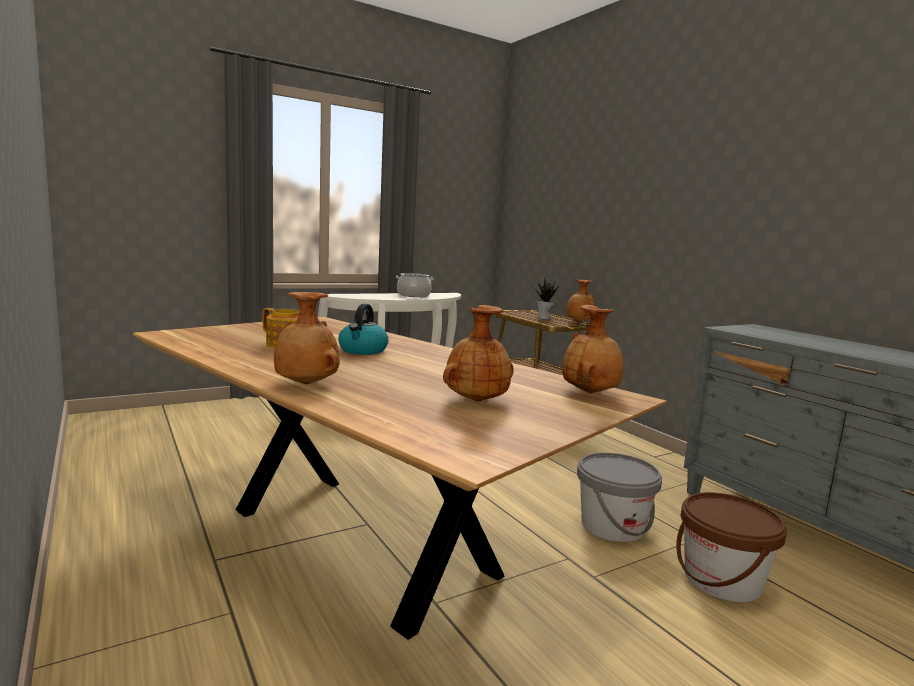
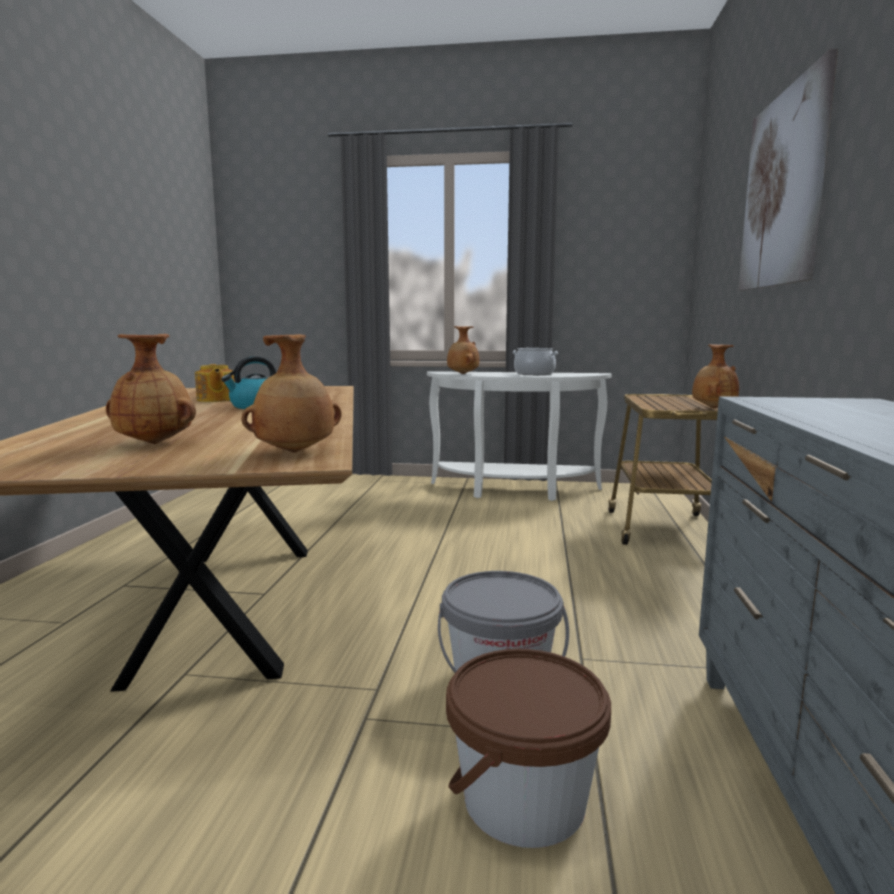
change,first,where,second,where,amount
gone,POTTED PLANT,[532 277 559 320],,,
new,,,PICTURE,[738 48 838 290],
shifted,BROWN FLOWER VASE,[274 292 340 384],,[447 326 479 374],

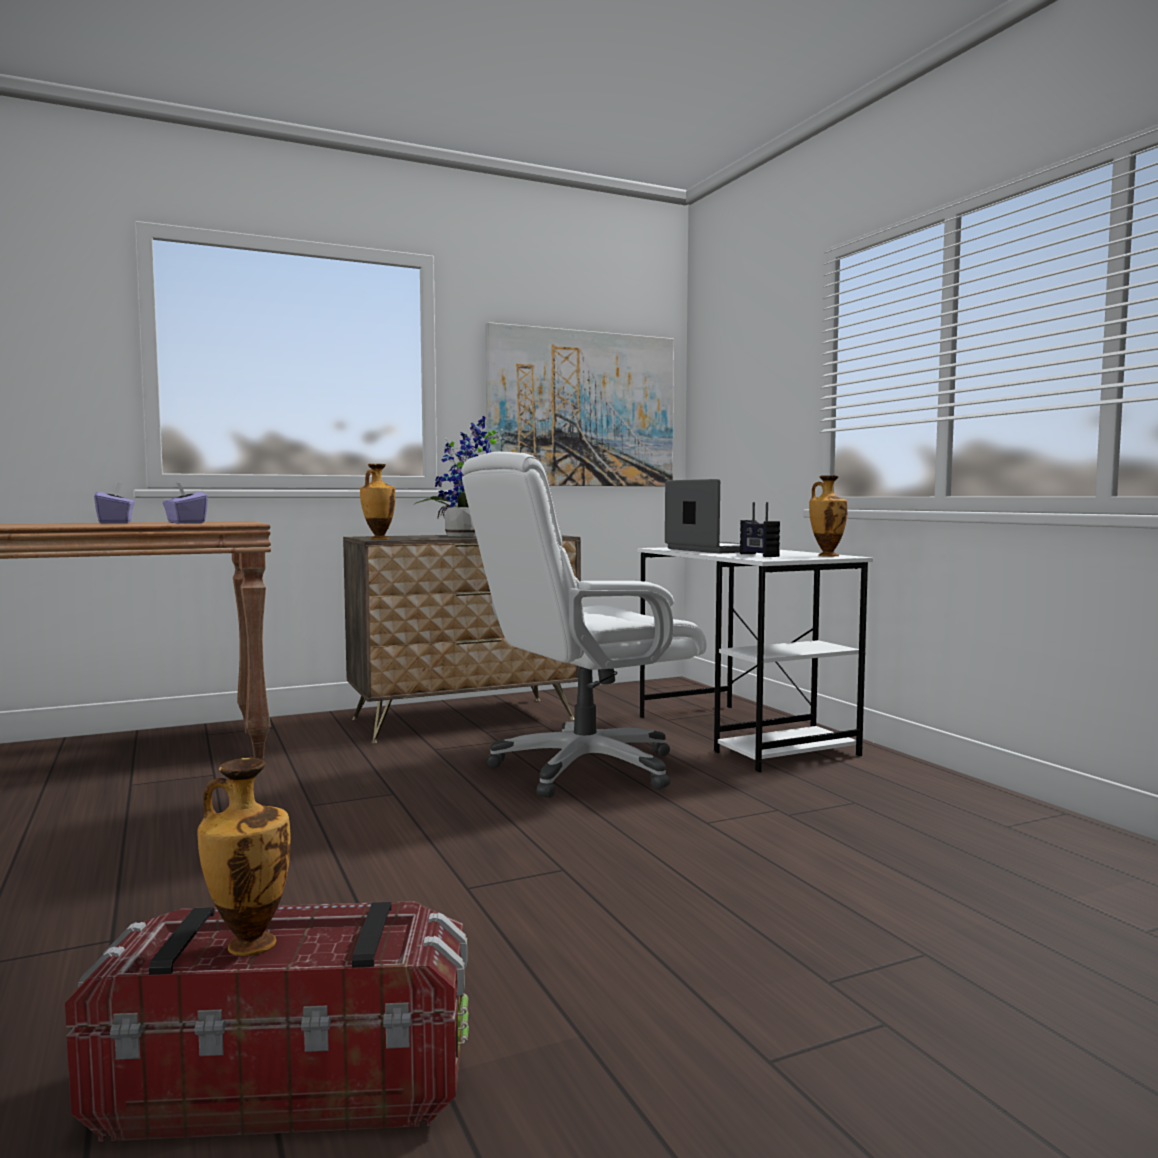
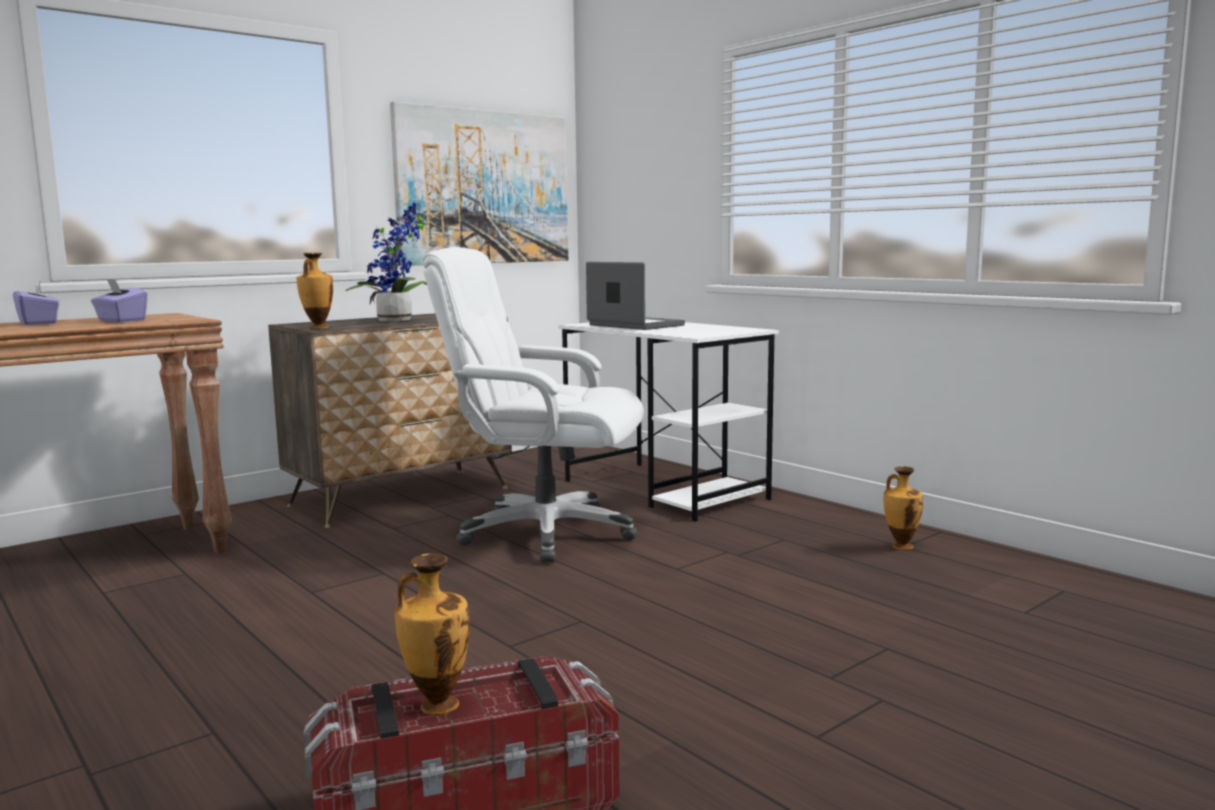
change,first,where,second,where,amount
gone,RADIO RECEIVER,[740 502 780 557],,,
shifted,FLOWER VASE,[809 475 848 556],,[884 466 923 550],
rotated,WHITISH OFFICE CHAIR,[461 452 706 798],,[423 247 644 563],60 degrees clockwise

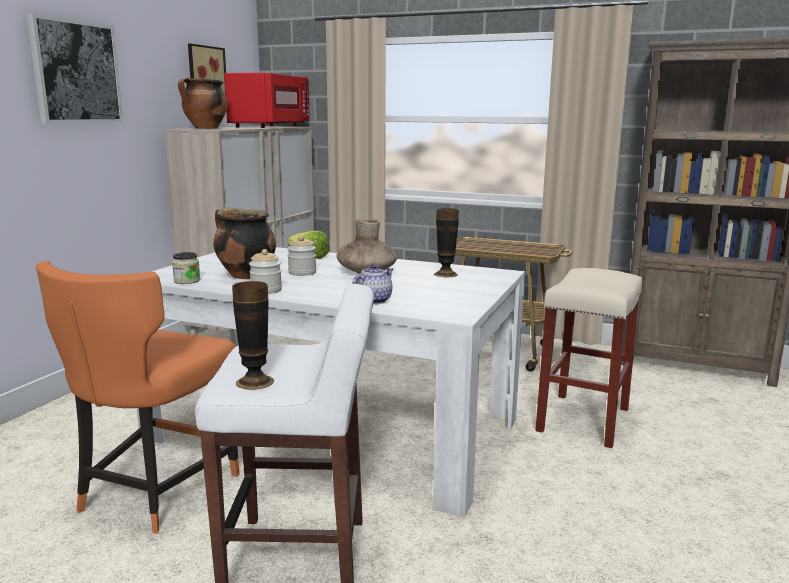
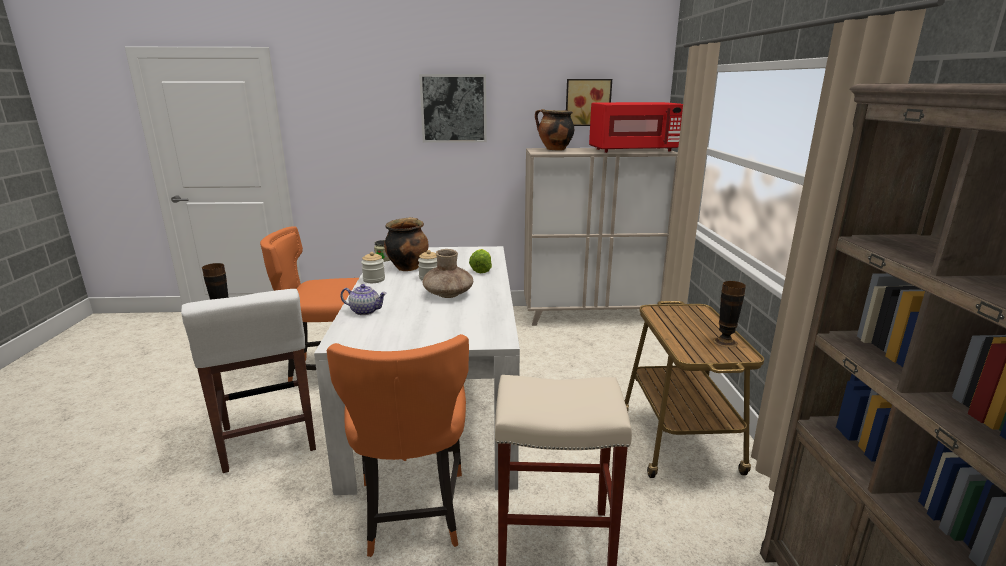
change,first,where,second,where,amount
new,,,ORANGE CHAIR,[327 334 469 557],
shifted,FLOWER VASE,[434 208 459 277],,[713 281 746 348],

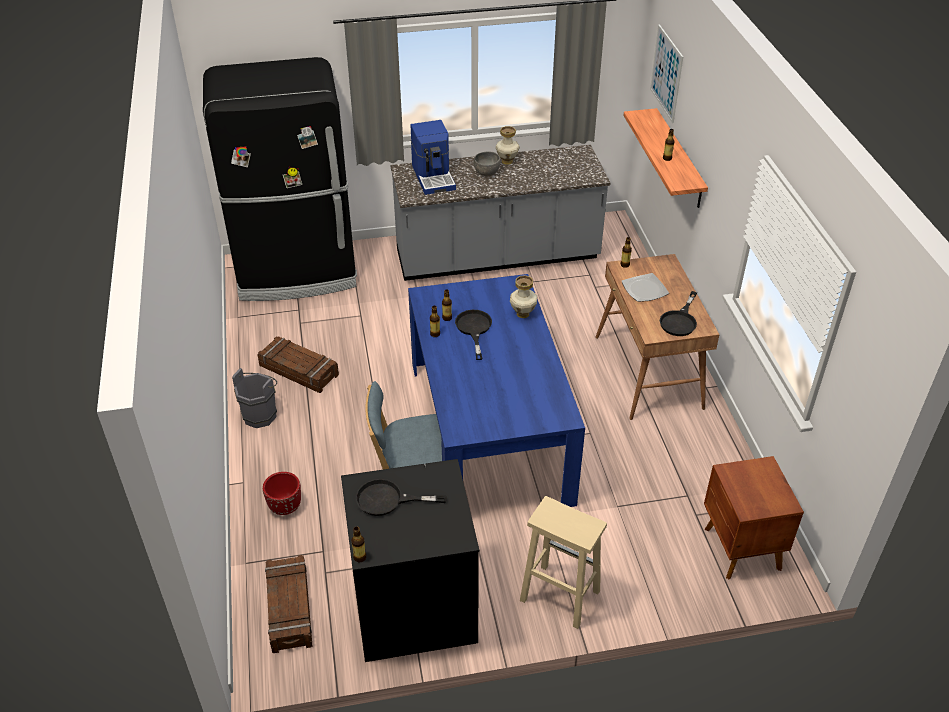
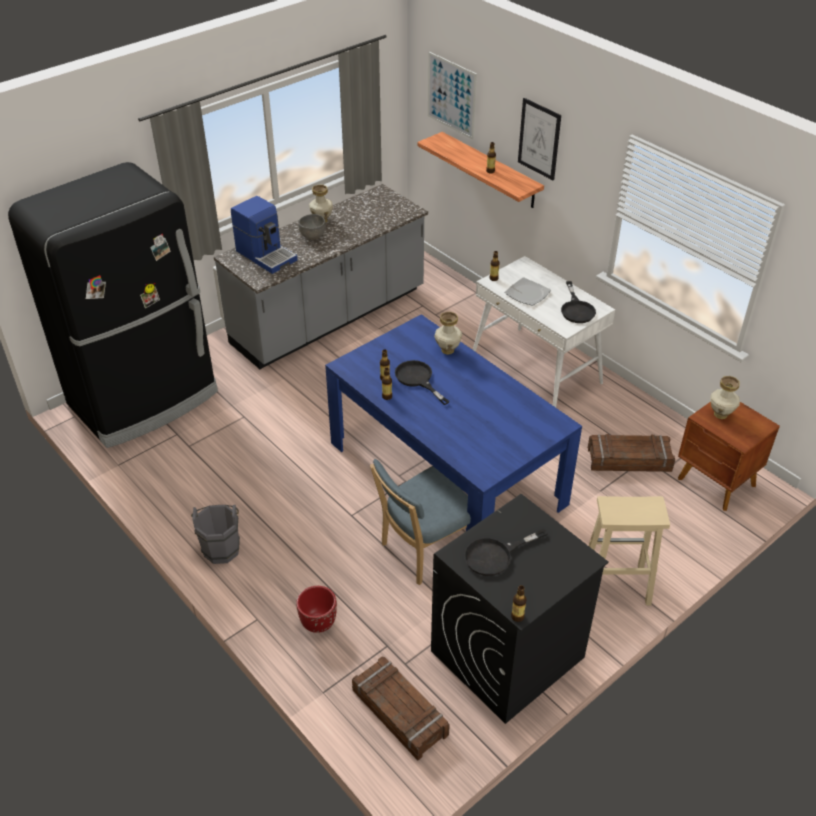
change,first,where,second,where,amount
new,,,PICTURE,[518 98 561 180],
new,,,FLOWER VASE,[711 376 740 419],
shifted,PACKING CRATE,[257 336 339 393],,[588 434 675 472],
repainted,BROWN DESK,[595 254 720 420],WHITISH DESK,[473 256 615 407],

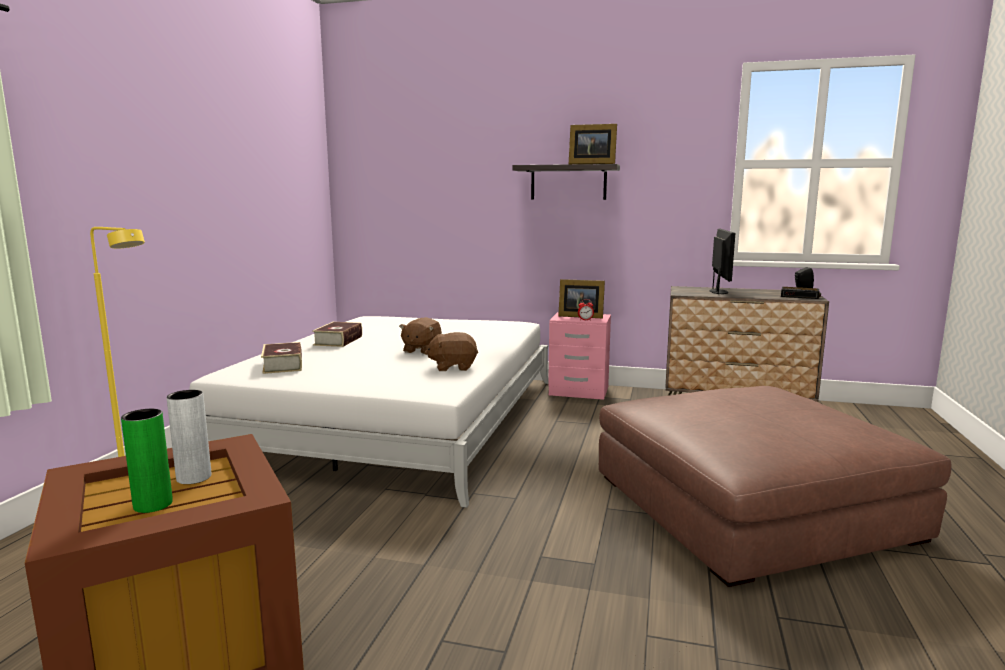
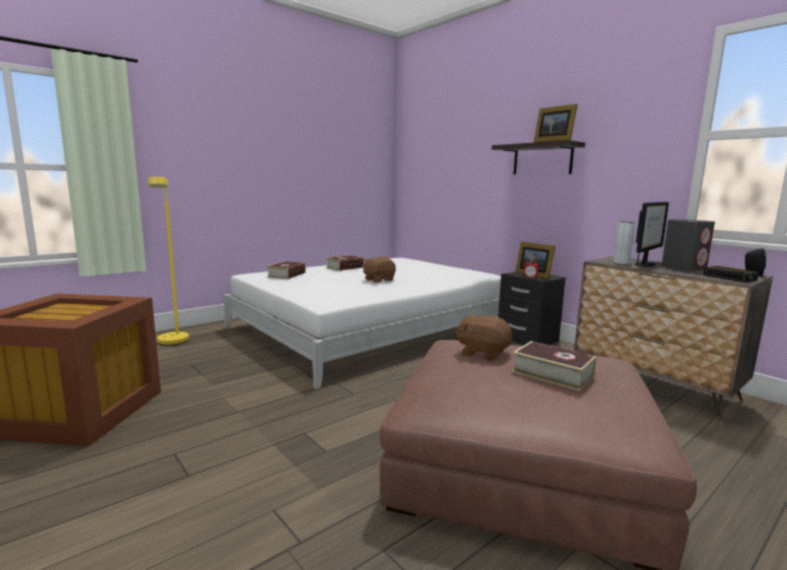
change,first,where,second,where,amount
gone,GREEN-COLOURED FLOWER VASE,[121 409 173 513],,,
new,,,BOUND BOOK,[512 341 596 391],
new,,,GREY LOUDSPEAKER,[662 219 715 271],
shifted,GREY FLOWER VASE,[167 390 211 484],,[613 221 635 264],
shifted,BROWN CUDDLY TOY,[424 332 478 371],,[455 315 512 361],
repainted,PINK BEDSIDE TABLE,[548 312 611 400],BLACK BEDSIDE TABLE,[498 272 566 345],

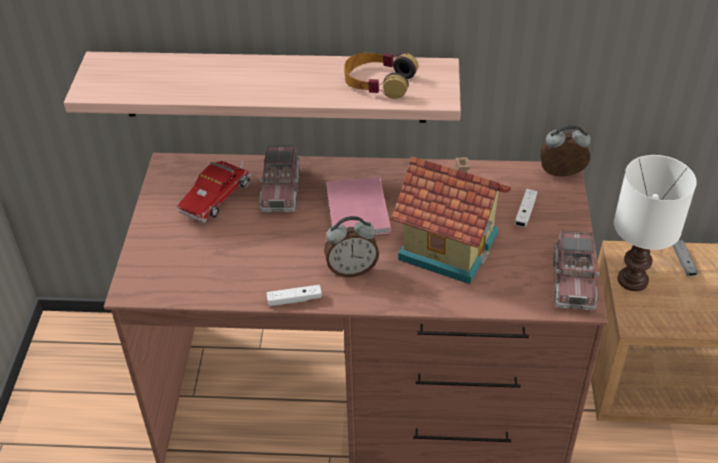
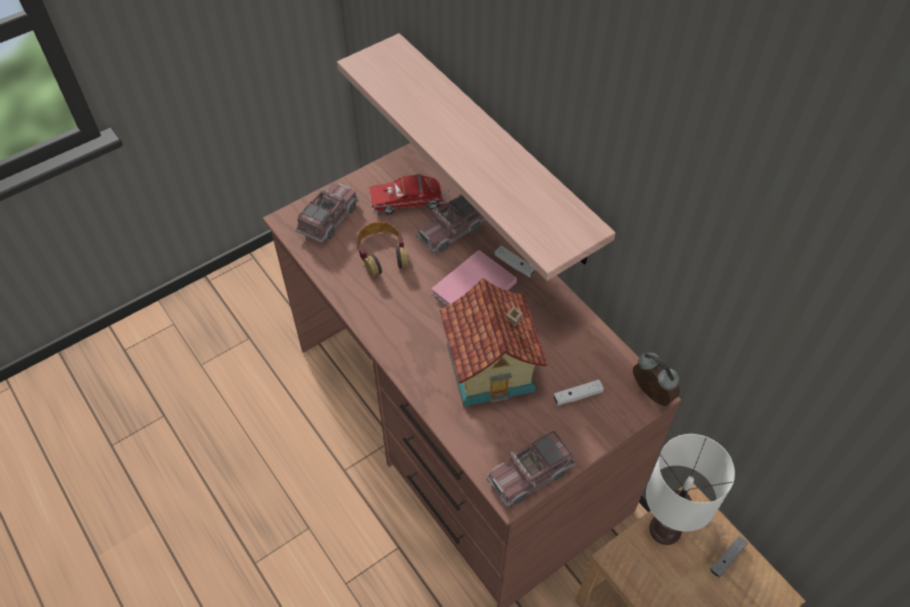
change,first,where,second,where,amount
gone,BEDSIDE CLOCK,[324 216 379 277],,,
new,,,MODEL TRUCK,[295 183 359 243],
shifted,WHITISH GAME CONTROLLER,[267 285 322 306],,[495 245 536 277],
shifted,PAIR OF HEADPHONES,[344 53 419 99],,[357 222 408 277],

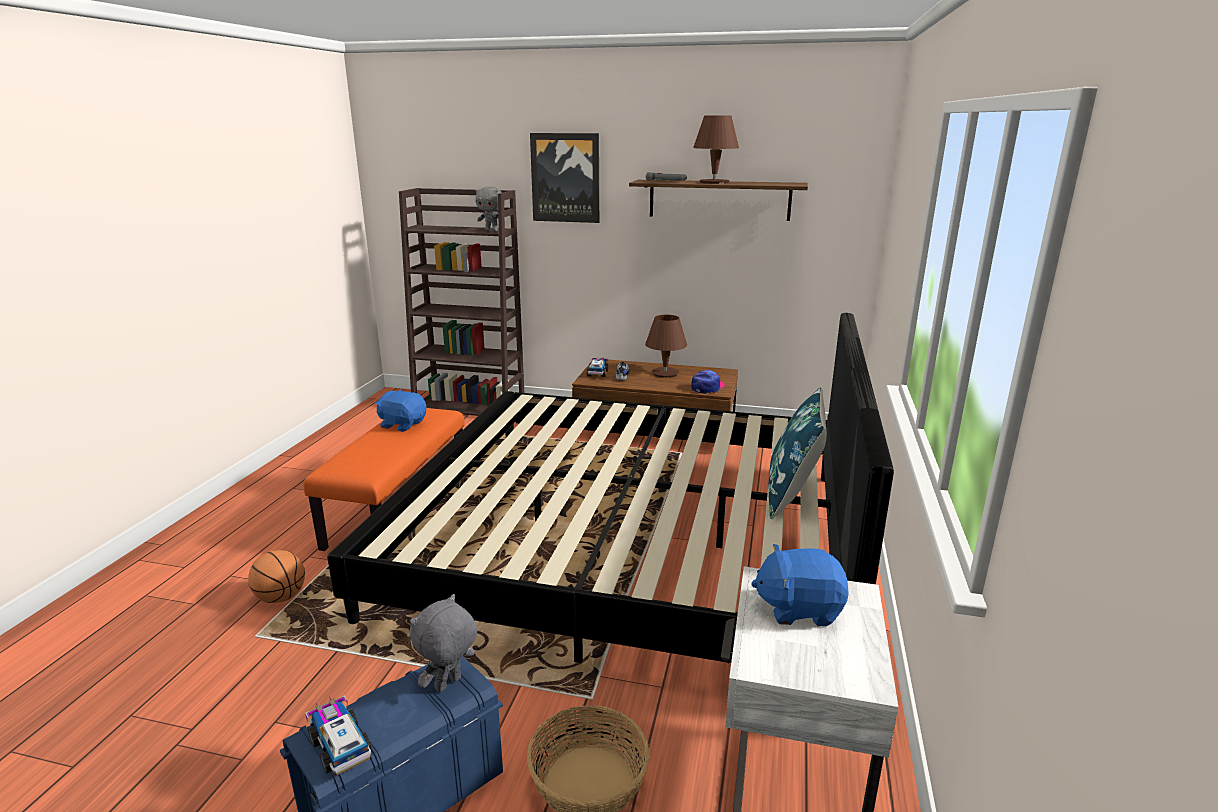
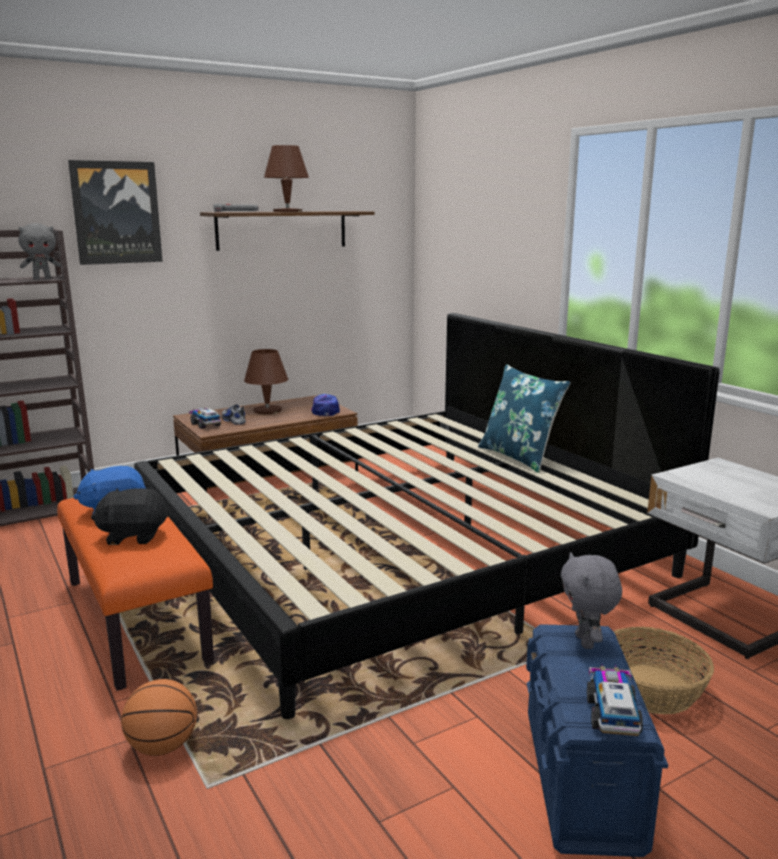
change,first,where,second,where,amount
gone,BLUISH CUDDLY TOY,[751 544 849 626],,,
new,,,BLACK CUDDLY TOY,[91 488 168 545],
rotated,MODEL TRUCK,[305 695 372 775],,[587 664 643 736],90 degrees clockwise

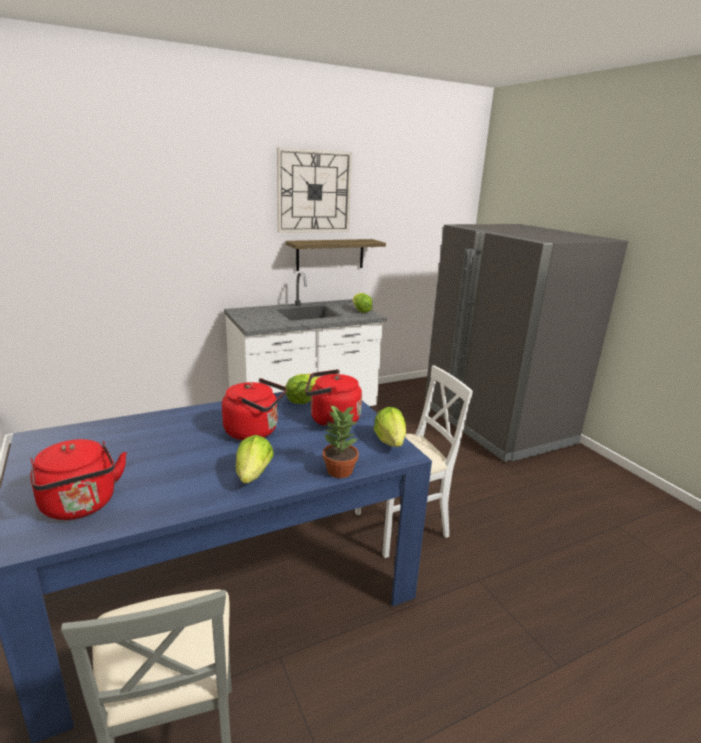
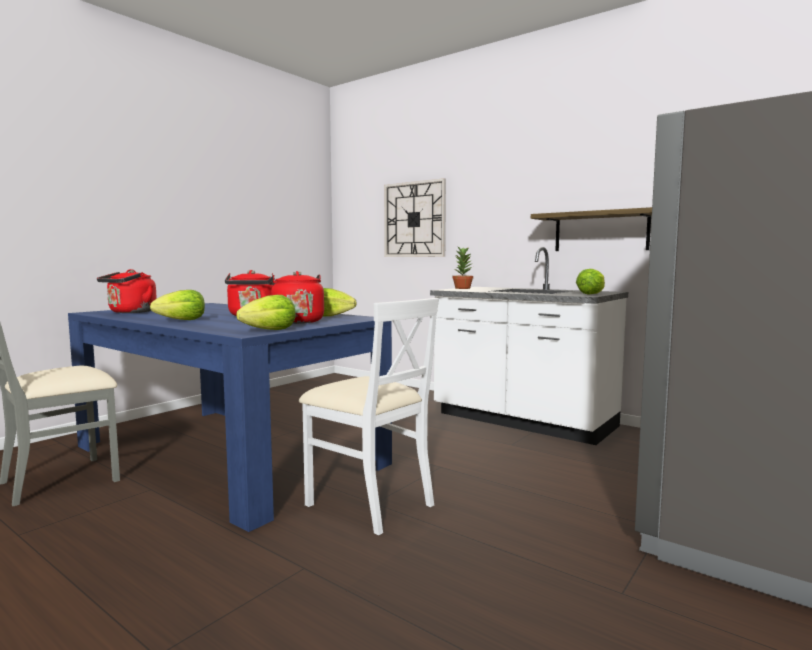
change,first,where,second,where,amount
shifted,HANGING CLOCK,[277 148 352 233],,[384 178 446 257],
shifted,POTTED PLANT,[322 404 359 478],,[452 246 473 289],

